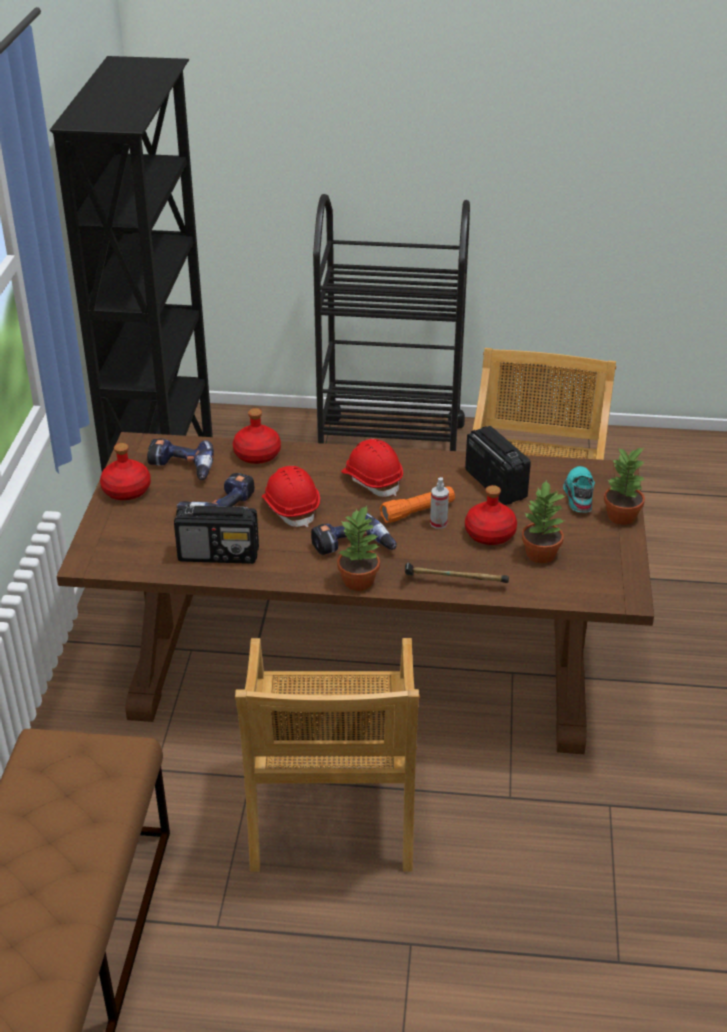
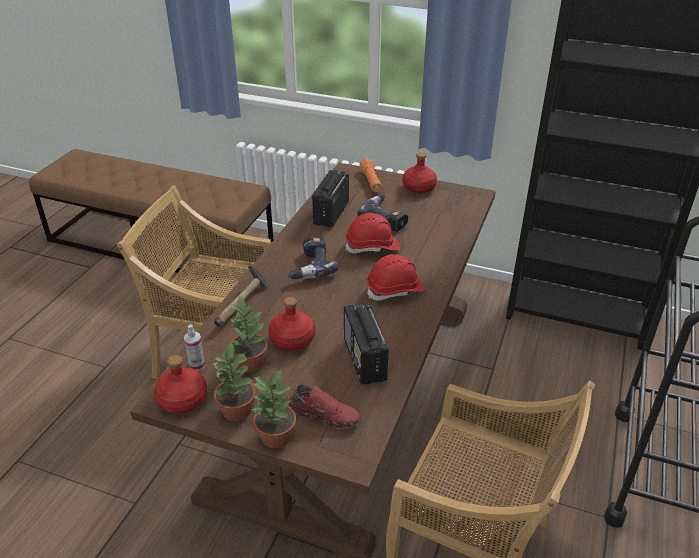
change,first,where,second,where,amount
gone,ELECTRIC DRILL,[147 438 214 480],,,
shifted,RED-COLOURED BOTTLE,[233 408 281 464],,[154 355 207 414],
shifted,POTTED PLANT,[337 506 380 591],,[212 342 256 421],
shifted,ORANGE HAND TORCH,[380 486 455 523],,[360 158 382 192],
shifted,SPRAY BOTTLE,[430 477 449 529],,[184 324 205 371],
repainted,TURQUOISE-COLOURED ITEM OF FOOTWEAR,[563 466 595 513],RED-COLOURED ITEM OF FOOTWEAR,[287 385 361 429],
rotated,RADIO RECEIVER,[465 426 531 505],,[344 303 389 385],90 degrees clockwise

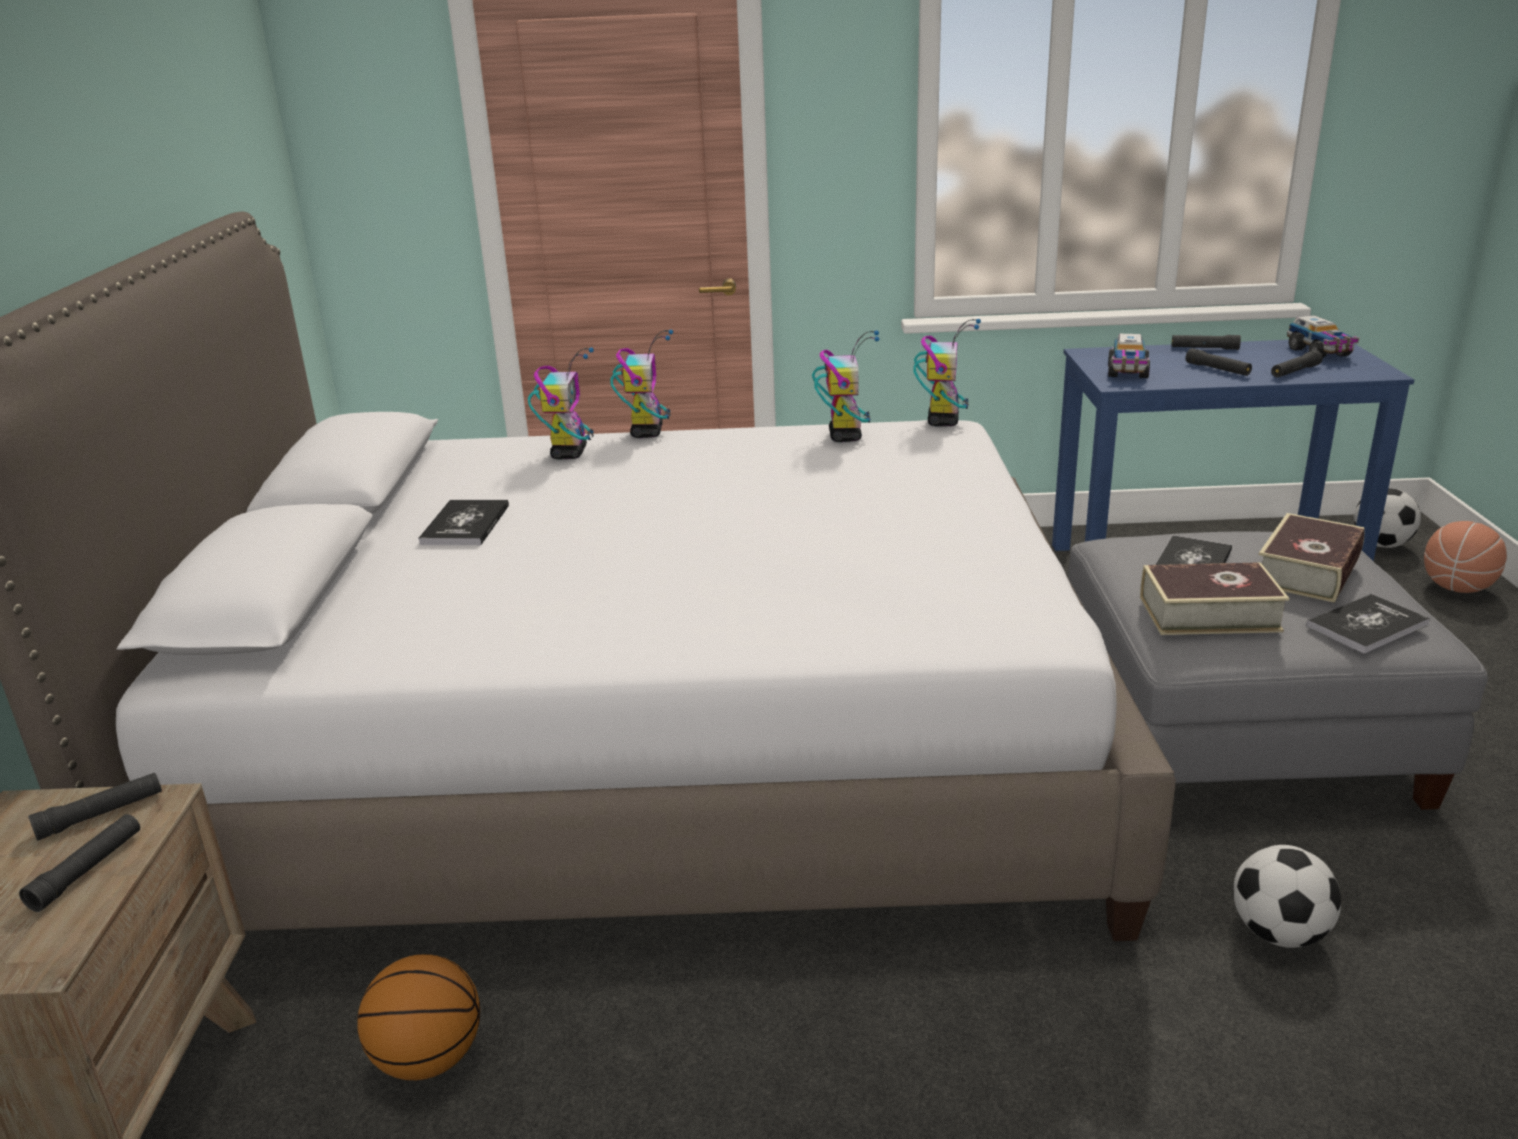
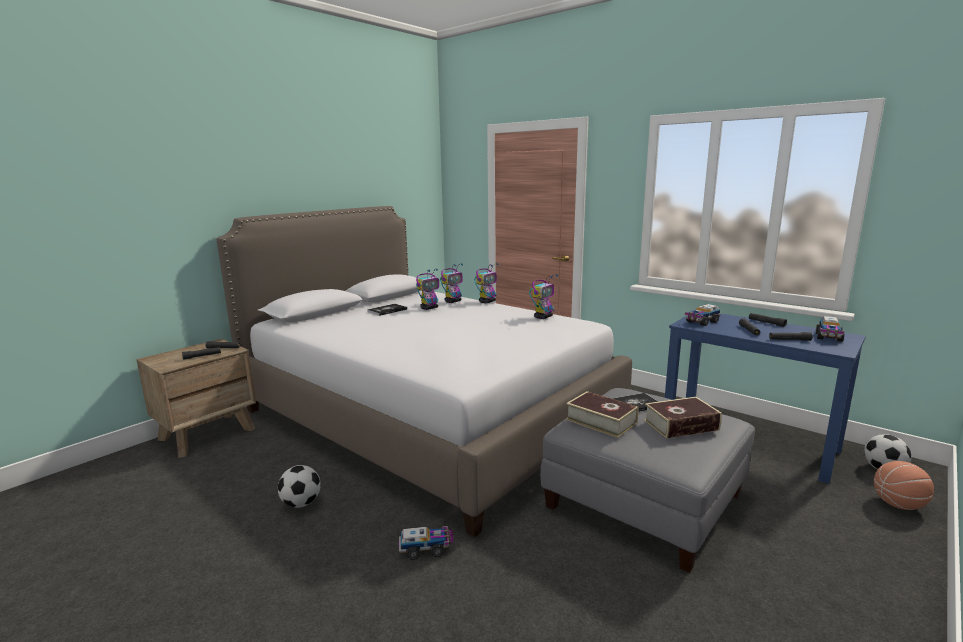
change,first,where,second,where,amount
gone,BASKETBALL,[358 954 480 1080],,,
gone,BOUND BOOK,[1307 594 1430 654],,,
new,,,MODEL TRUCK,[399 526 453 560],
shifted,TOY ROBOT,[914 319 981 427],,[416 269 439 310],
shifted,BALL FOR FOOTBALL,[1234 845 1341 948],,[278 465 321 508],

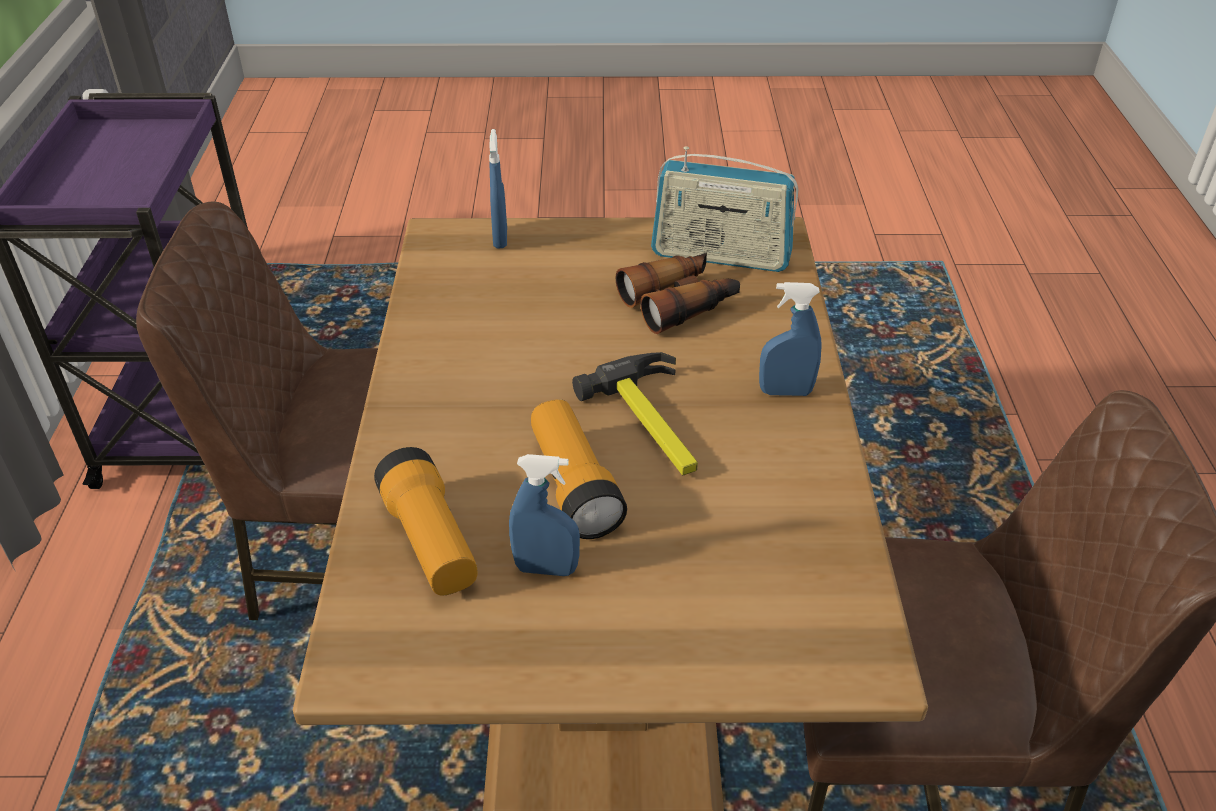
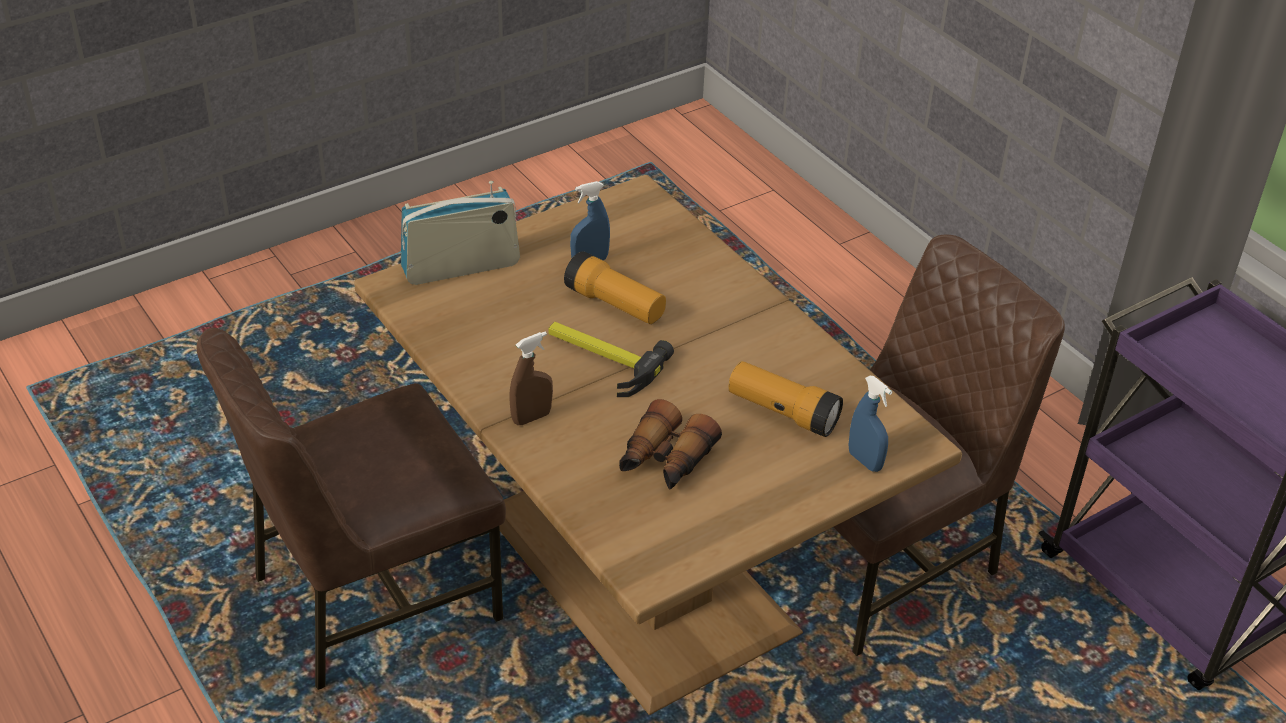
change,first,where,second,where,amount
shifted,HAND TORCH,[374 447 478 596],,[728 361 843 437],
shifted,RADIO RECEIVER,[651 146 798 272],,[401 181 520 285],
repainted,BLUISH SPRAY BOTTLE,[759 282 821 396],BROWN SPRAY BOTTLE,[509 331 553 425],

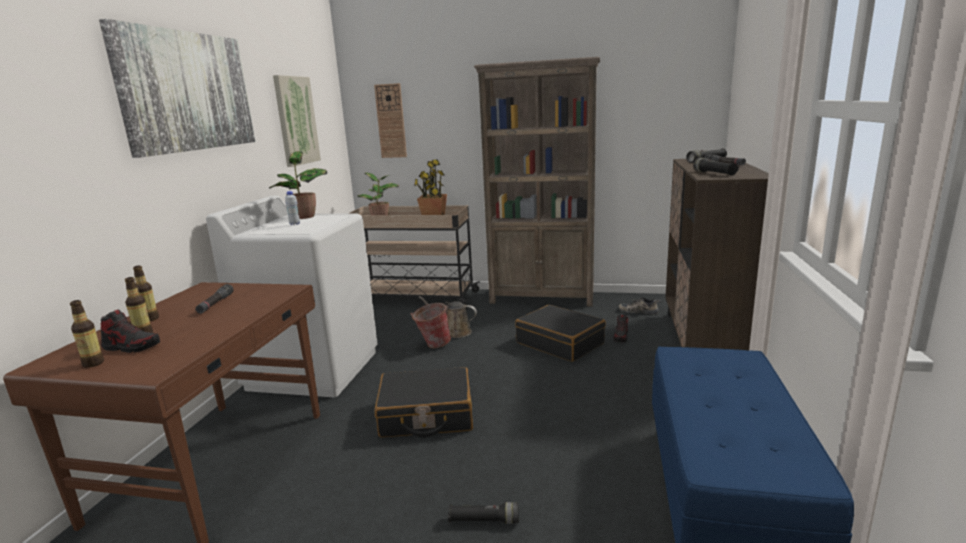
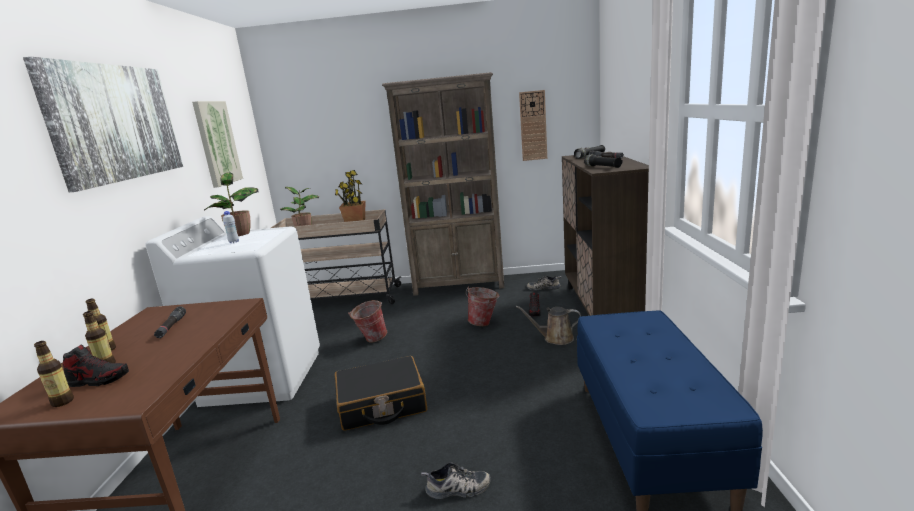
change,first,where,second,where,amount
shifted,HANGING CLOCK,[374 83 407 158],,[519 90 547 161],
shifted,BROWN WATERING POT,[419 296 477 338],,[516 306 581 345],
swapped,BLACK HAND TORCH,[448 502 519 524],ITEM OF FOOTWEAR,[421 462 491 499],
swapped,BLACK SUITCASE,[515 305 606 362],WATER BUCKET,[466 286 500 326],

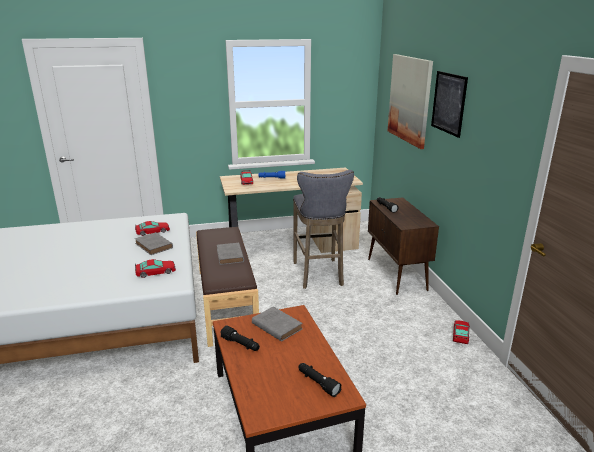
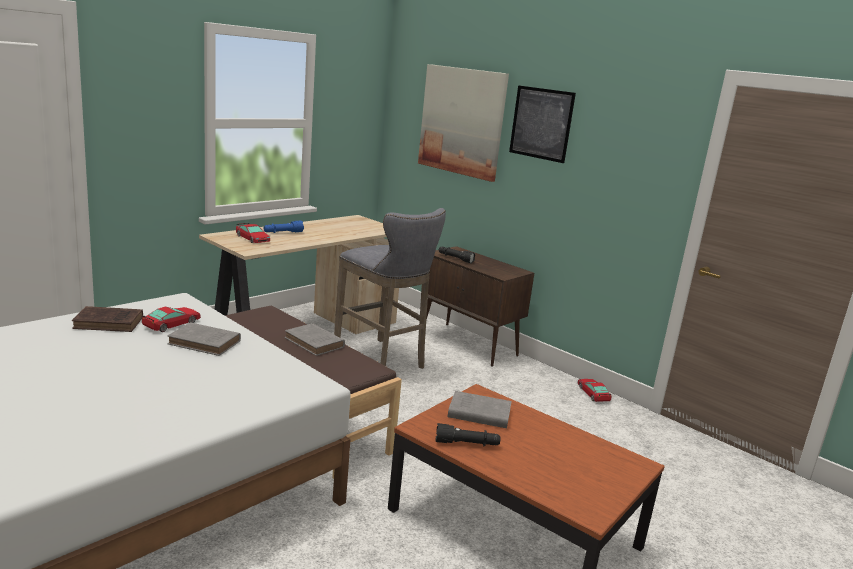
change,first,where,second,where,amount
gone,TOY CAR,[135 259 176 278],,,
gone,BLACK HAND TORCH,[298 363 341 397],,,
new,,,BROWN BOUND BOOK,[72 306 143 332],

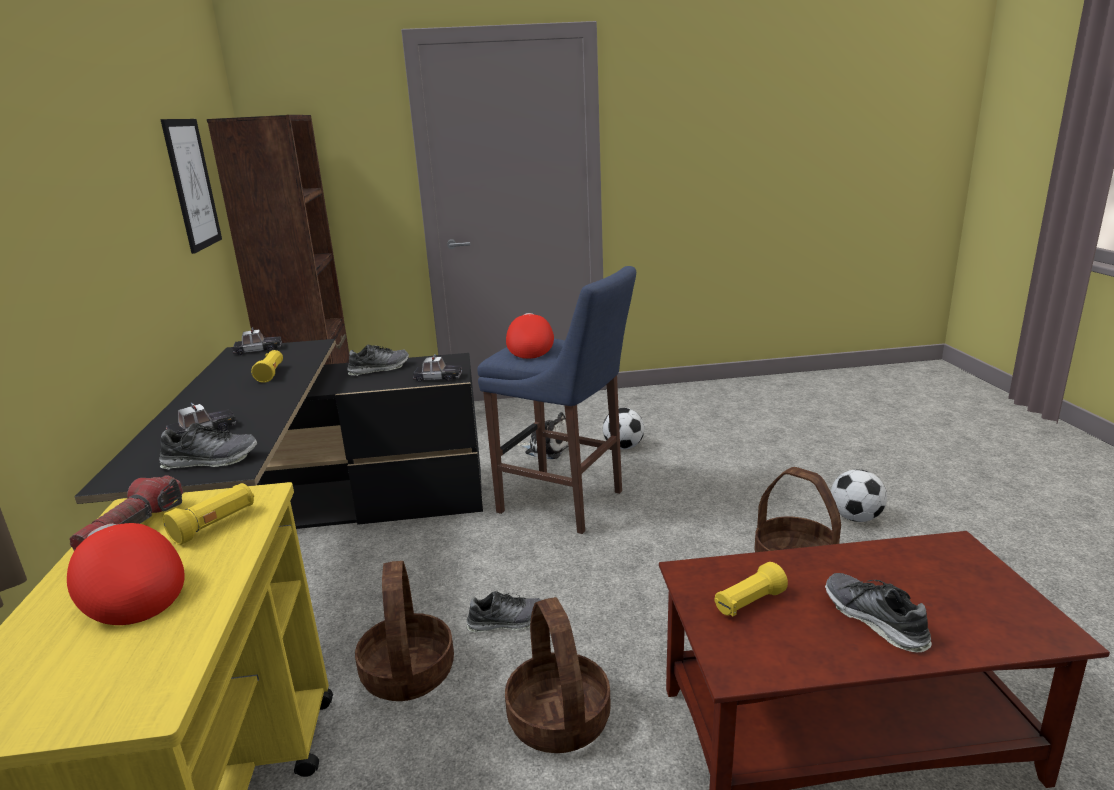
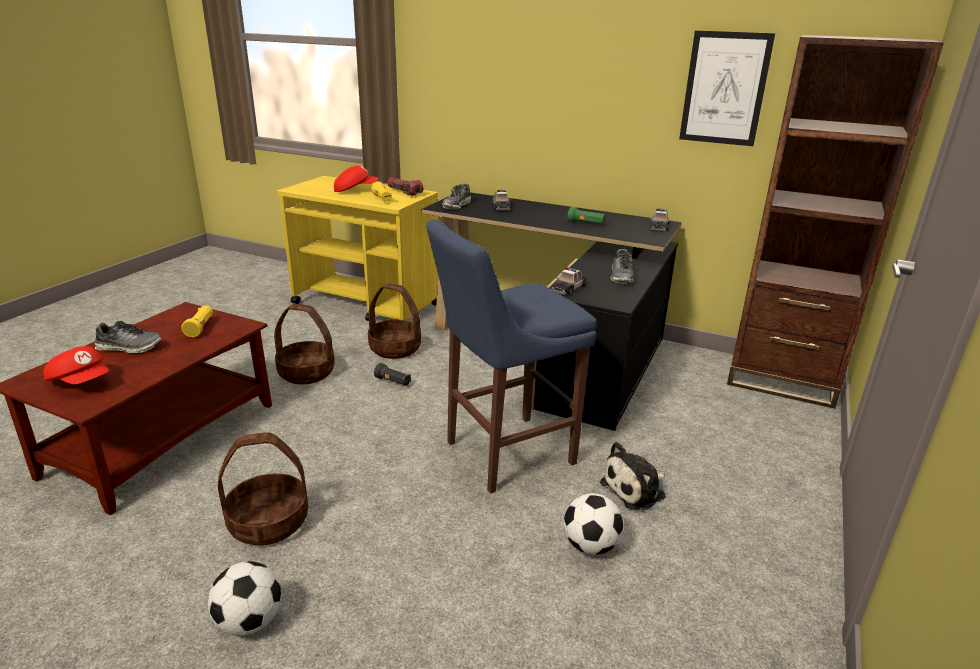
change,first,where,second,where,amount
shifted,RED-COLOURED CAP,[506 313 554 359],,[43 346 110 384],
swapped,ITEM OF FOOTWEAR,[467 591 541 633],BLACK HAND TORCH,[374 363 411 386],
repainted,YELLOW-COLOURED HAND TORCH,[251 350 283 383],GREEN-COLOURED HAND TORCH,[567 207 606 225],

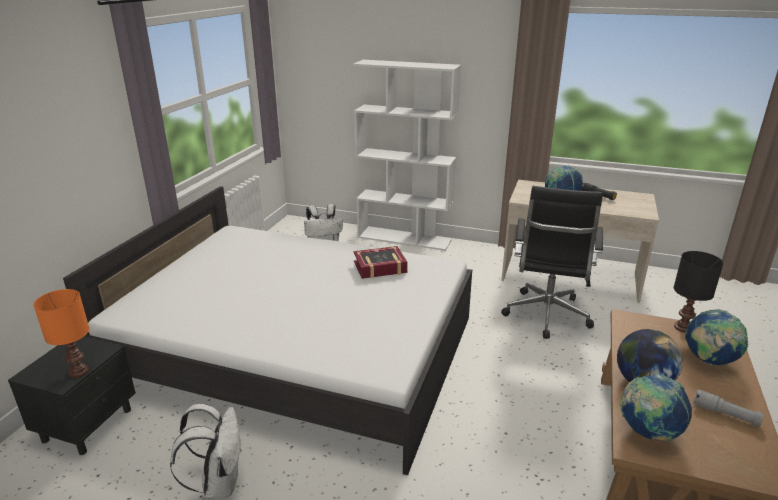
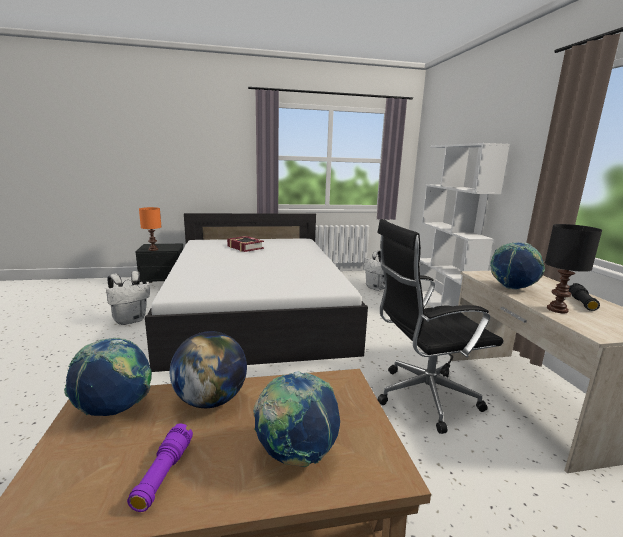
change,first,where,second,where,amount
shifted,BOUND BOOK,[354 246 408 279],,[227 236 264 252],
shifted,BLACK TABLETOP LAMP,[674 251 723 333],,[545 224 602 313],
repainted,GREY HAND TORCH,[693 389 764 427],PURPLE-COLOURED HAND TORCH,[127 423 193 512],

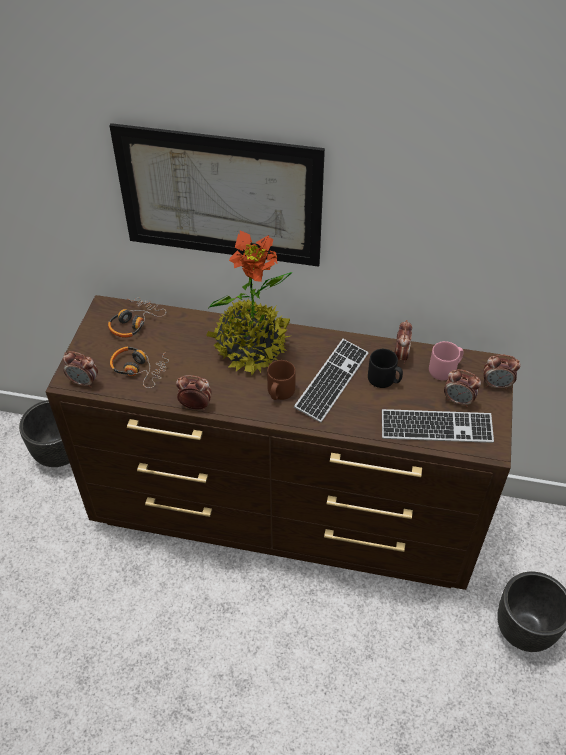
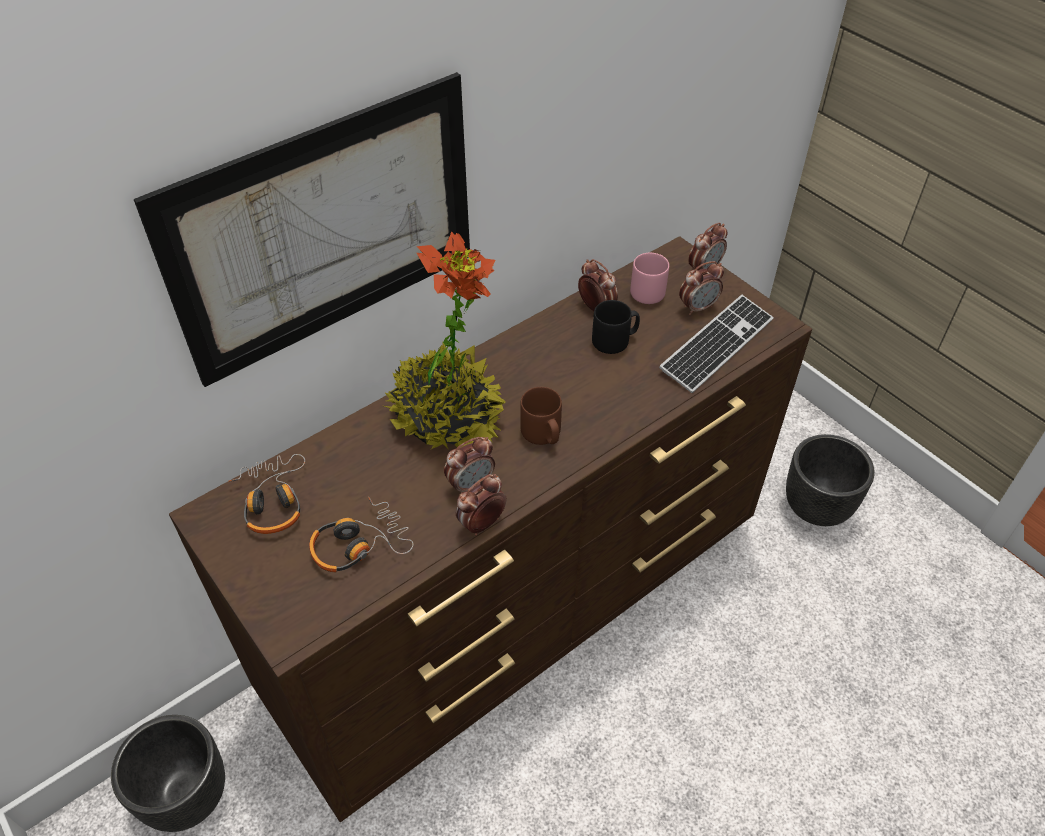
change,first,where,second,where,amount
gone,COMPUTER KEYBOARD,[294 339 369 423],,,
shifted,BEDSIDE CLOCK,[63 351 98 388],,[444 437 495 493],

